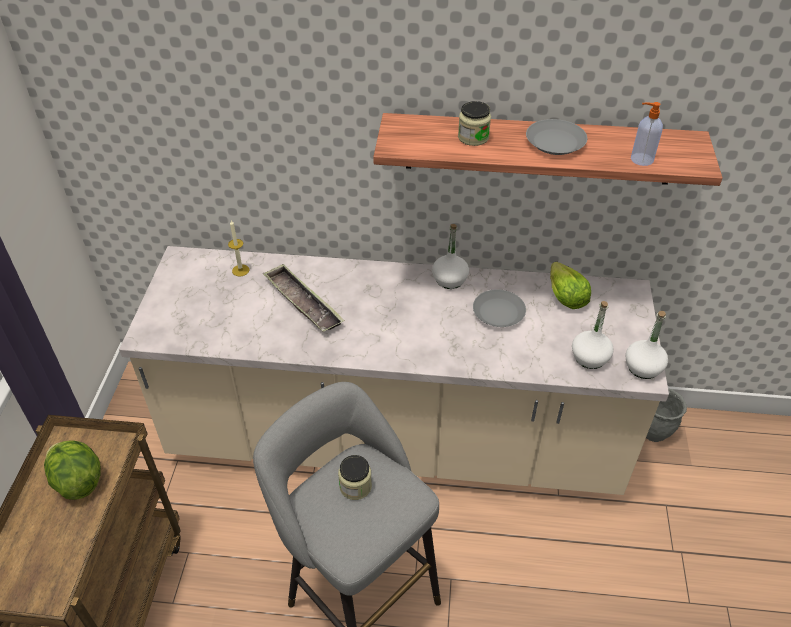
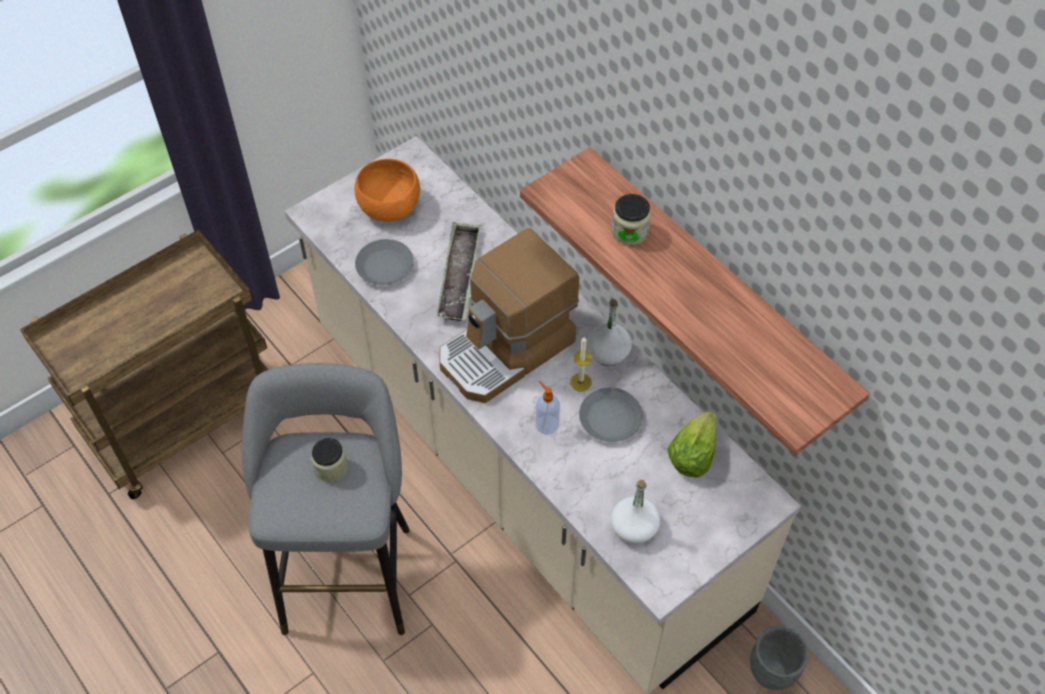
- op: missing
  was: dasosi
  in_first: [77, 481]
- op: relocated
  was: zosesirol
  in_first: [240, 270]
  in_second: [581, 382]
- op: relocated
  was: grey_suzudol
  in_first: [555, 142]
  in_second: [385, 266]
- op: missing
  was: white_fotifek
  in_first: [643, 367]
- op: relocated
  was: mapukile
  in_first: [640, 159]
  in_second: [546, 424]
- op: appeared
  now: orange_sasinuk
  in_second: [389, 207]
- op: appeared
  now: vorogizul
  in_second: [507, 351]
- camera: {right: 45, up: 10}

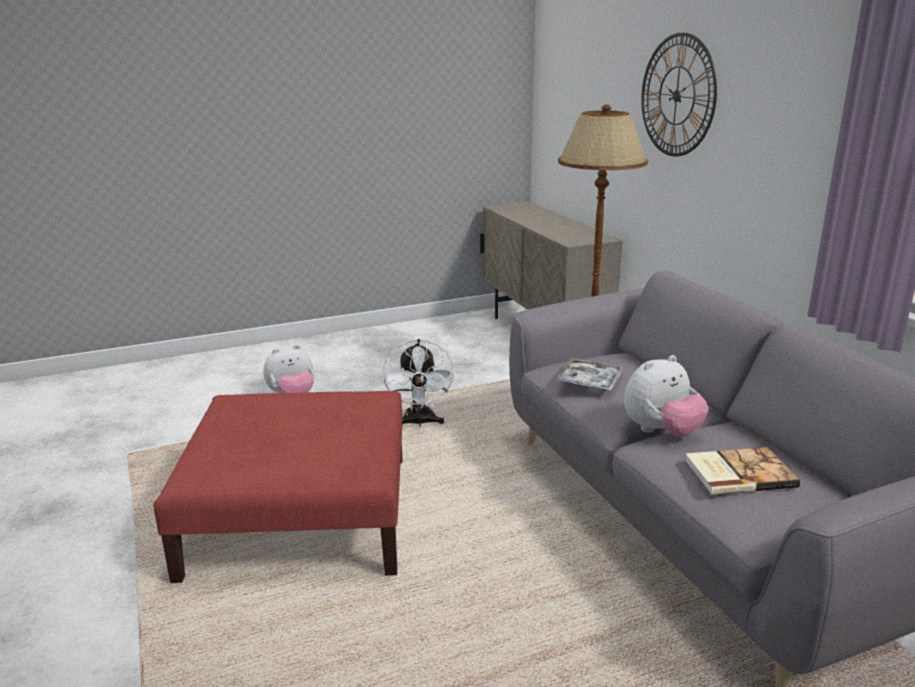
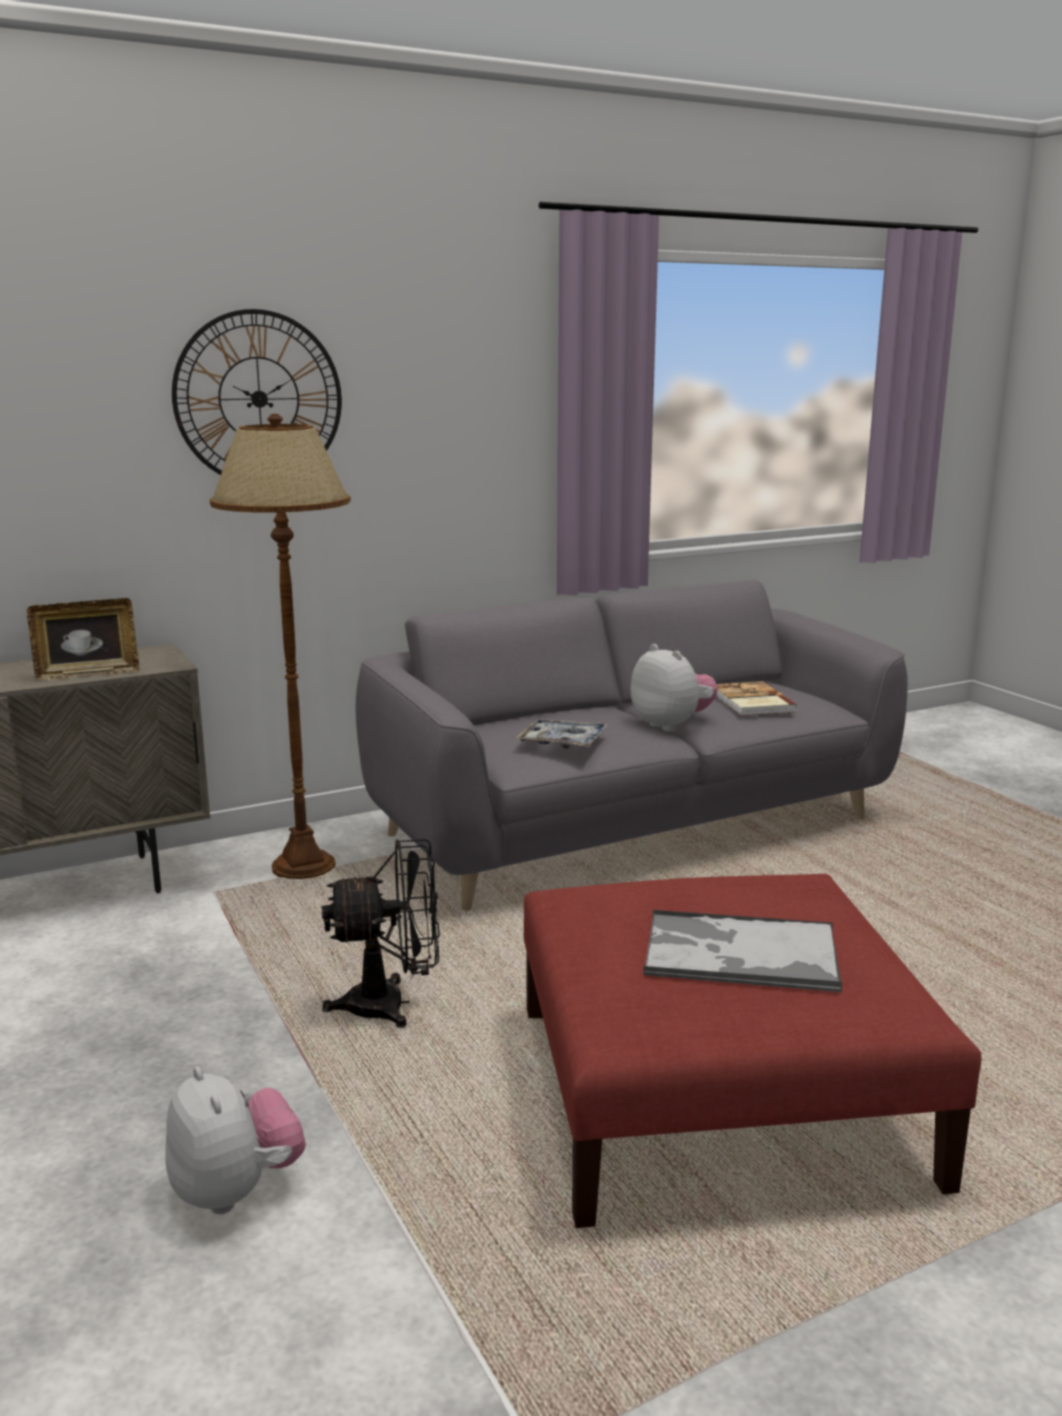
- op: colour
  was: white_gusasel
  now: black_gusasel
  in_first: [419, 423]
  in_second: [392, 1005]
- op: appeared
  now: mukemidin
  in_second: [88, 674]
- op: appeared
  now: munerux
  in_second: [739, 953]
- camera: {right: -95, up: -5}

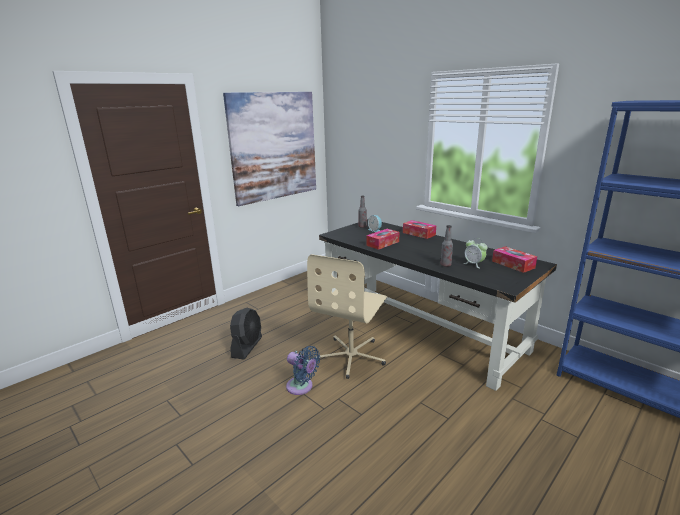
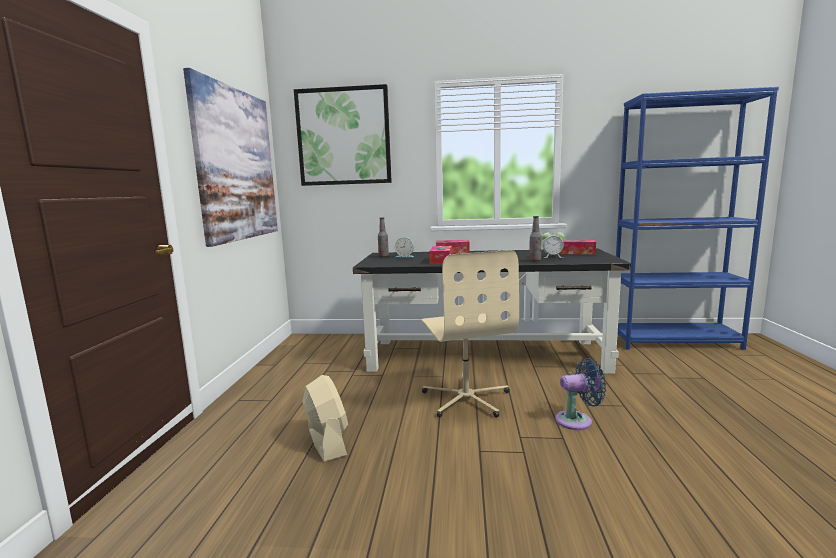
- op: colour
  was: black_gusasel
  now: beige_gusasel
  in_first: [247, 347]
  in_second: [327, 441]
- op: relocated
  was: blue_gusasel
  in_first: [301, 387]
  in_second: [577, 420]
- op: appeared
  now: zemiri
  in_second: [343, 137]
- camera: {right: -40, up: -10}

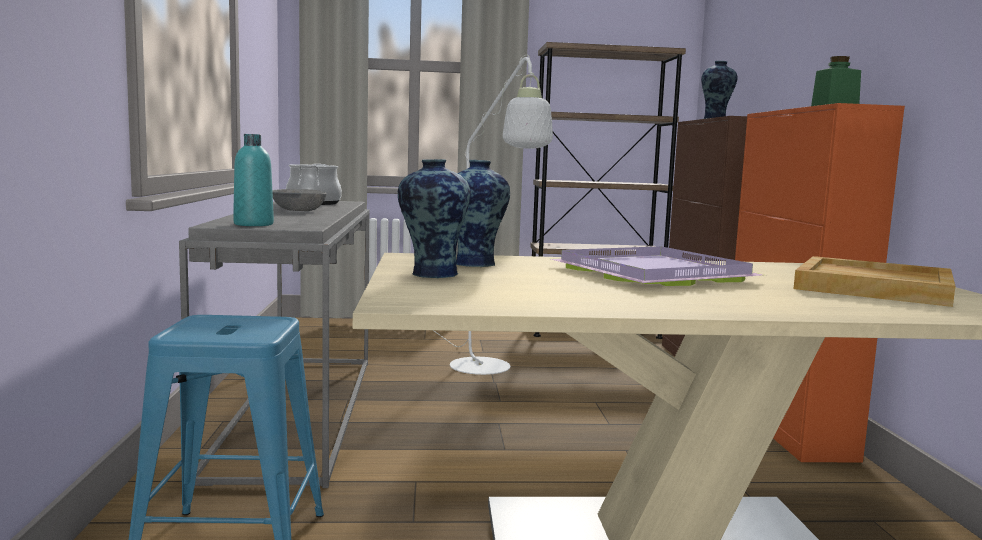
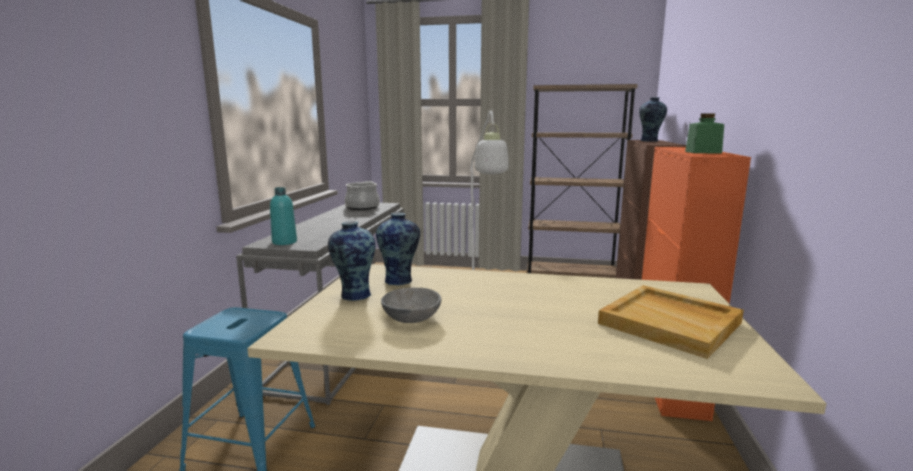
- op: relocated
  was: grey_sasinuk
  in_first: [298, 210]
  in_second: [411, 318]
- op: missing
  was: purple_munerux
  in_first: [657, 274]
- camera: {right: 15, up: 5}

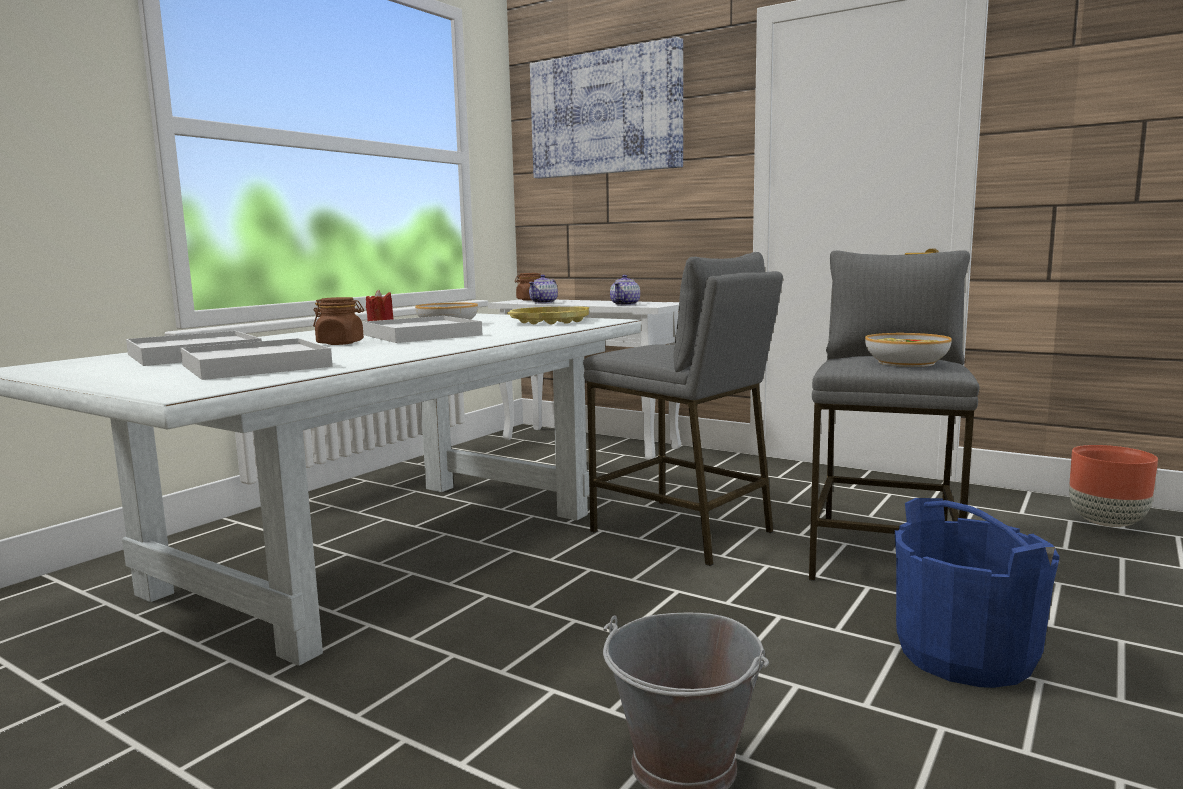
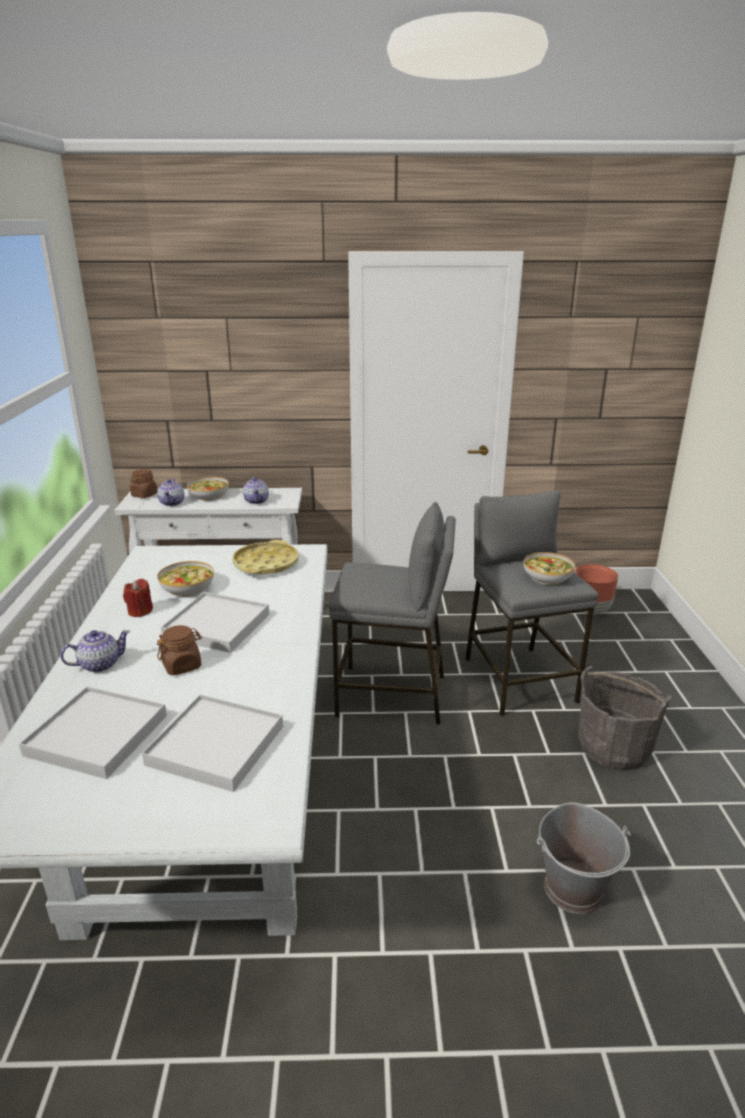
- op: missing
  was: zemiri
  in_first: [606, 114]
- op: colour
  was: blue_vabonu
  now: grey_vabonu
  in_first: [965, 655]
  in_second: [613, 747]
- op: appeared
  now: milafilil
  in_second: [99, 664]
- op: appeared
  now: sasinuk
  in_second: [208, 495]
- camera: {right: -35, up: 15}

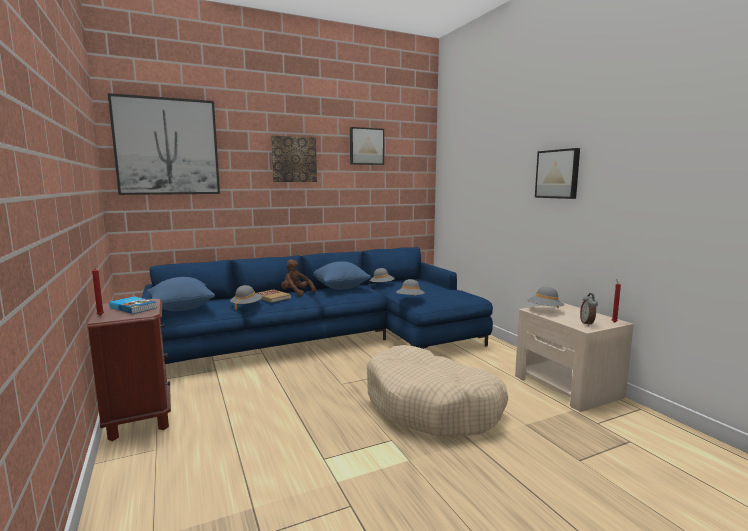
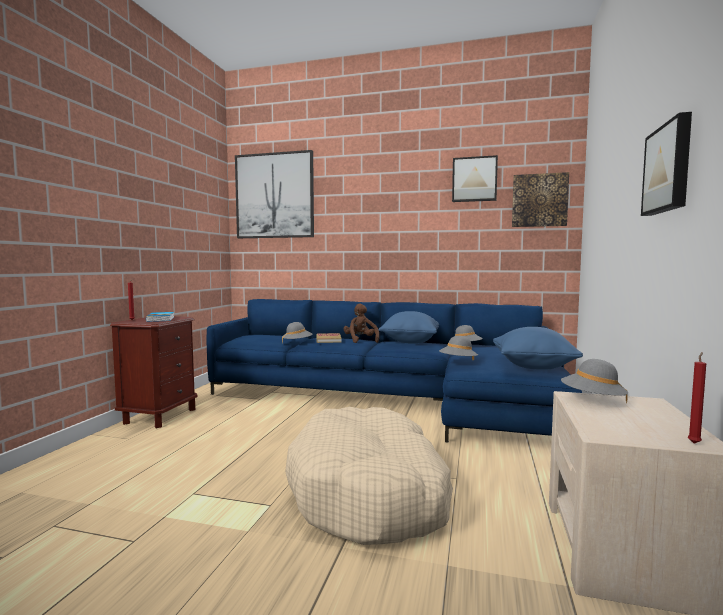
- op: relocated
  was: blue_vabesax
  in_first: [181, 308]
  in_second: [533, 366]
- op: relocated
  was: zemiri
  in_first: [294, 159]
  in_second: [539, 200]
- op: missing
  was: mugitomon
  in_first: [587, 323]
- camera: {right: 40, up: -5}

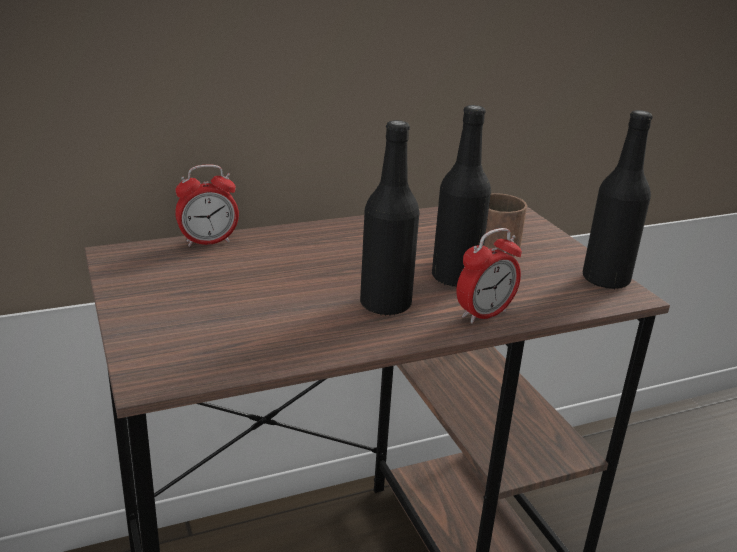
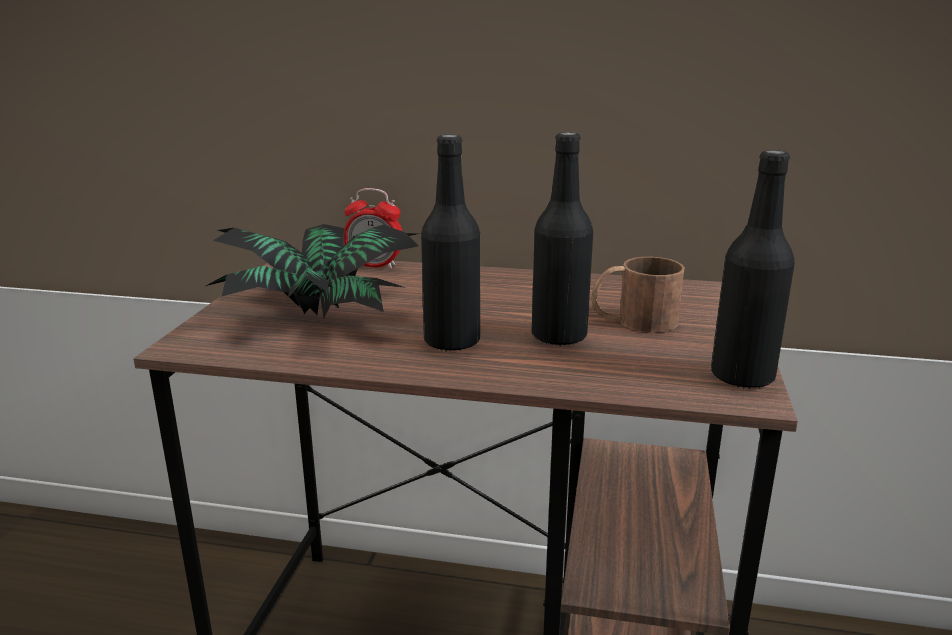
- op: missing
  was: mugitomon
  in_first: [484, 314]
- op: appeared
  now: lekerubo
  in_second: [323, 311]
- camera: {right: 35, up: -5}

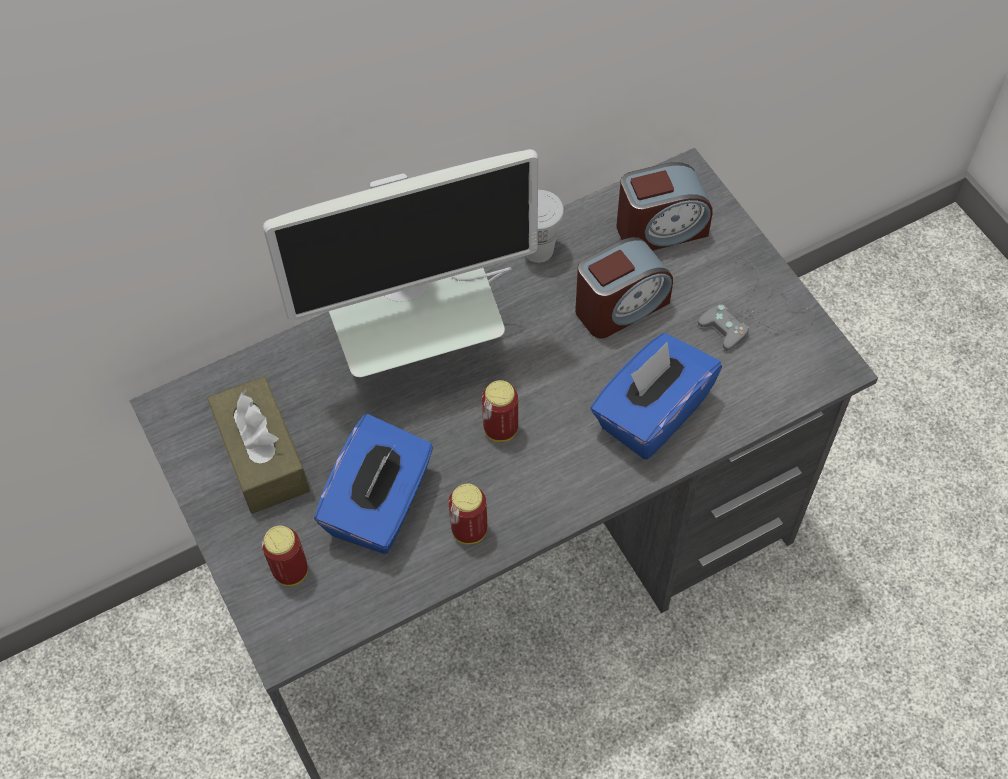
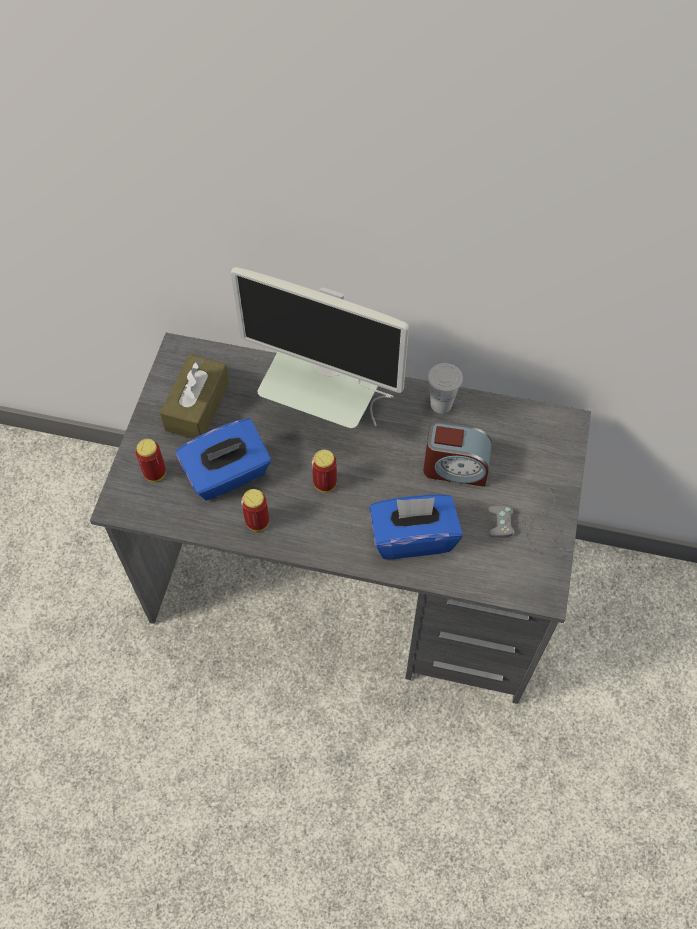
- op: missing
  was: mugitomon
  in_first: [661, 229]
- camera: {right: 40, up: 0}

